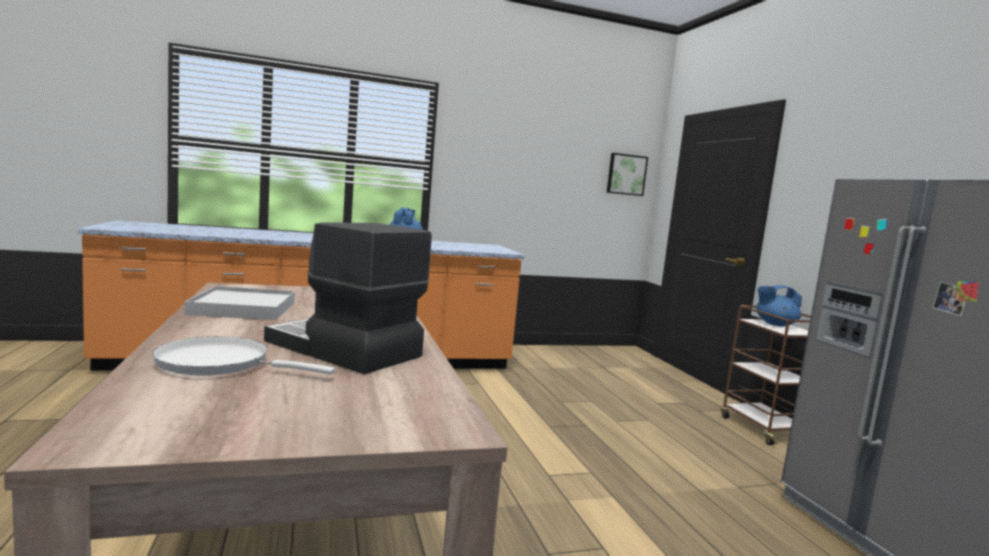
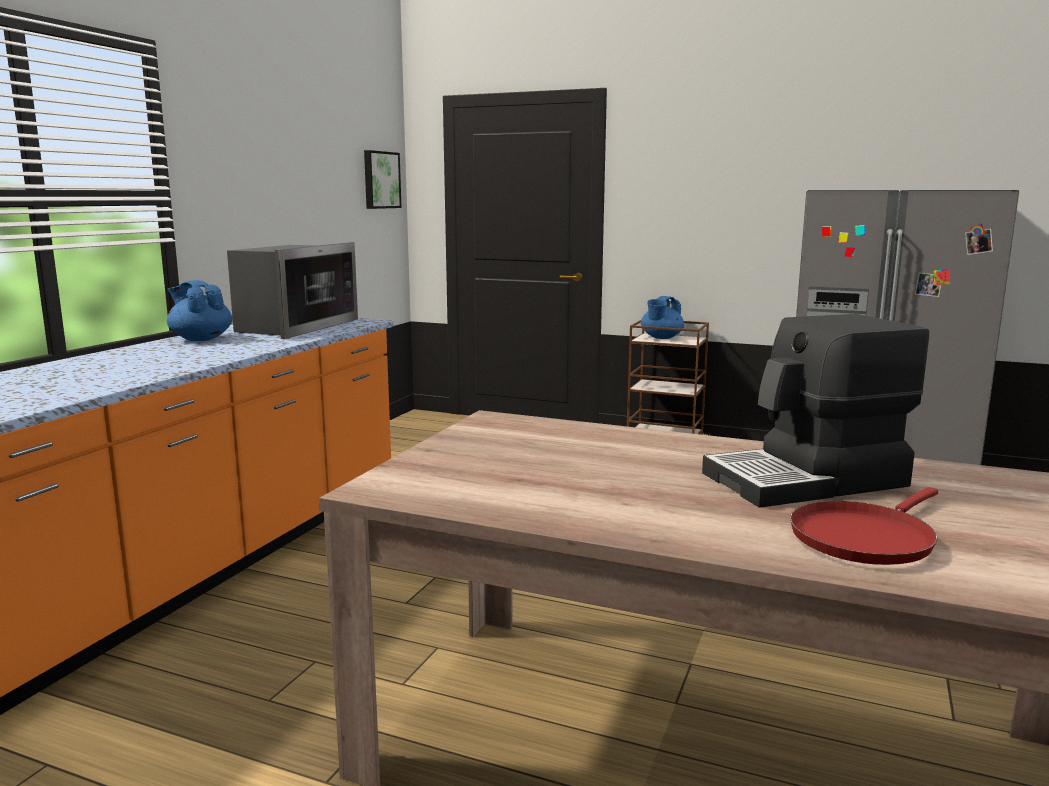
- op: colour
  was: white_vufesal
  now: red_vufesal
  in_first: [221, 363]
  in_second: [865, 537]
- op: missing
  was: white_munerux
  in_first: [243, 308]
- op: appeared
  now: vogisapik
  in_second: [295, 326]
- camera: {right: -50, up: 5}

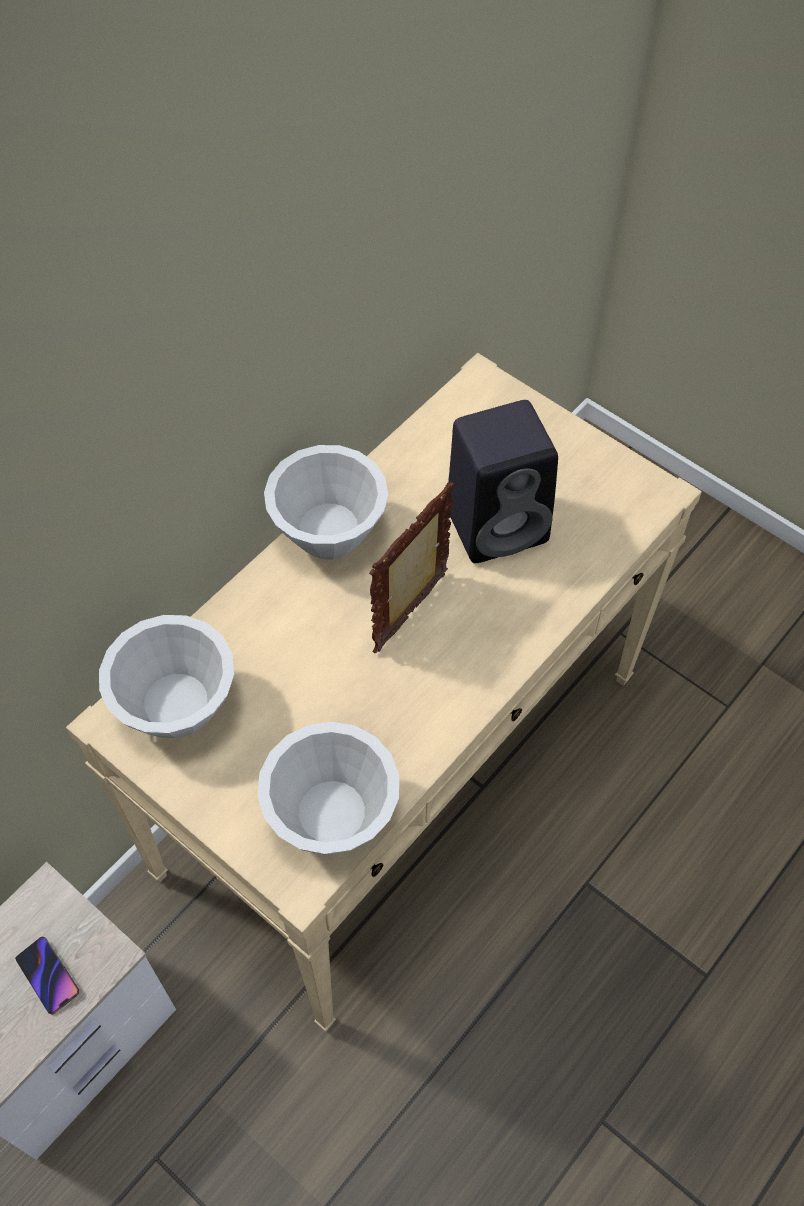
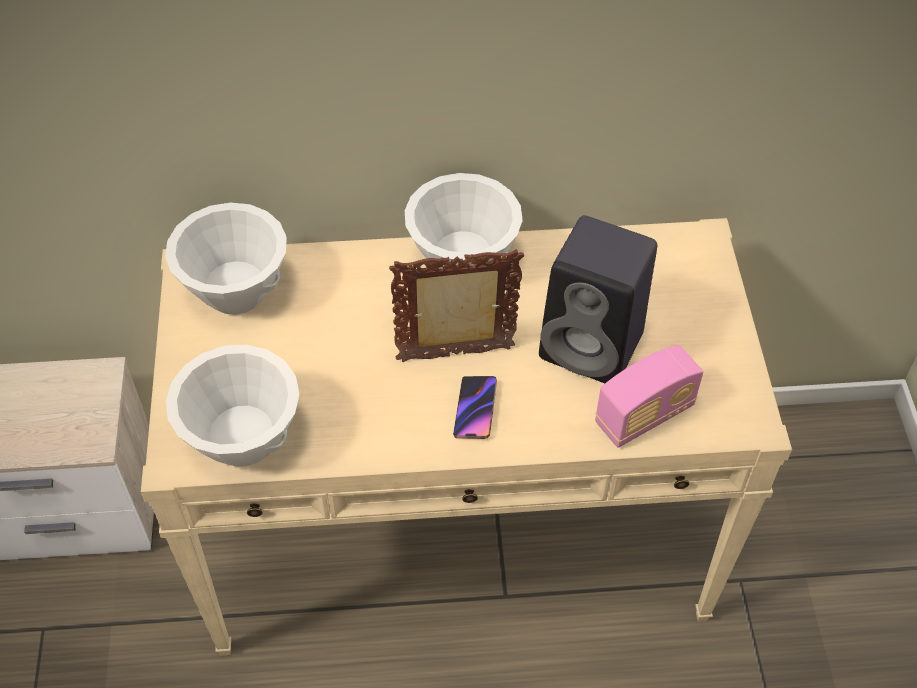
- op: relocated
  was: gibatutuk
  in_first: [48, 976]
  in_second: [475, 409]
- op: appeared
  now: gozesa
  in_second: [644, 415]
- camera: {right: 45, up: -5}

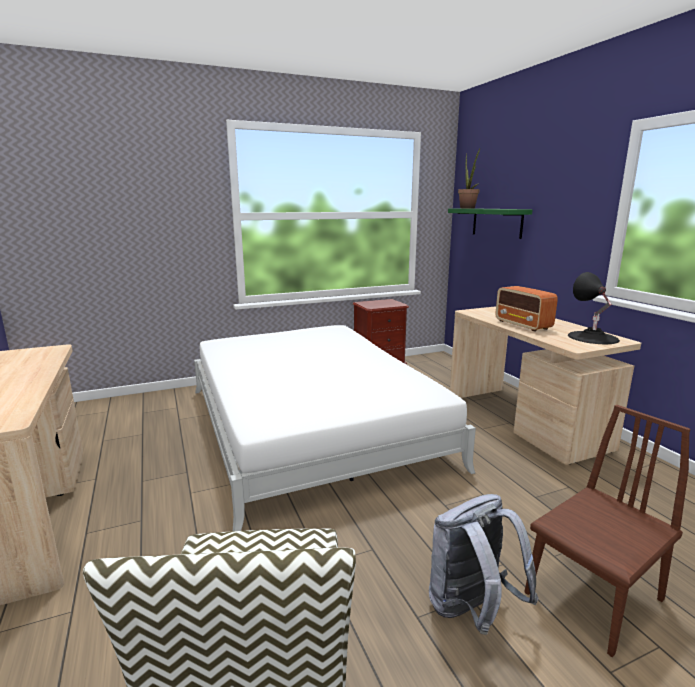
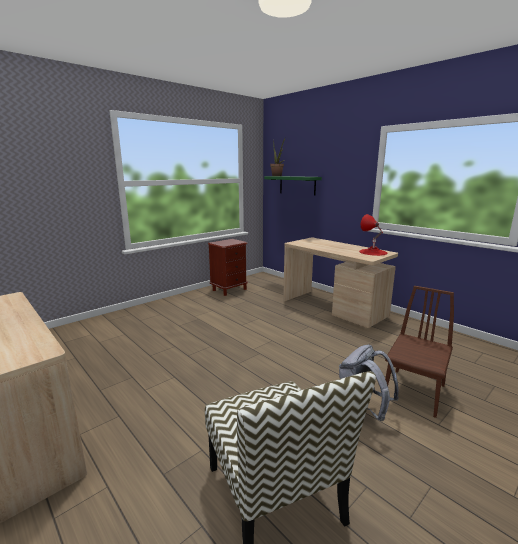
- op: missing
  was: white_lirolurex
  in_first: [310, 425]
- op: missing
  was: gozesa
  in_first: [523, 325]
- op: colour
  was: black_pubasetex
  now: red_pubasetex
  in_first: [592, 337]
  in_second: [373, 252]
- camera: {right: -20, up: 0}

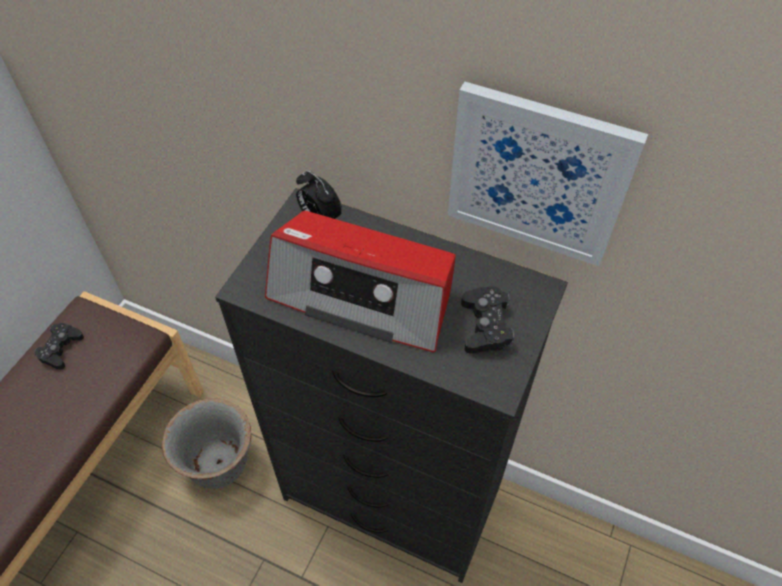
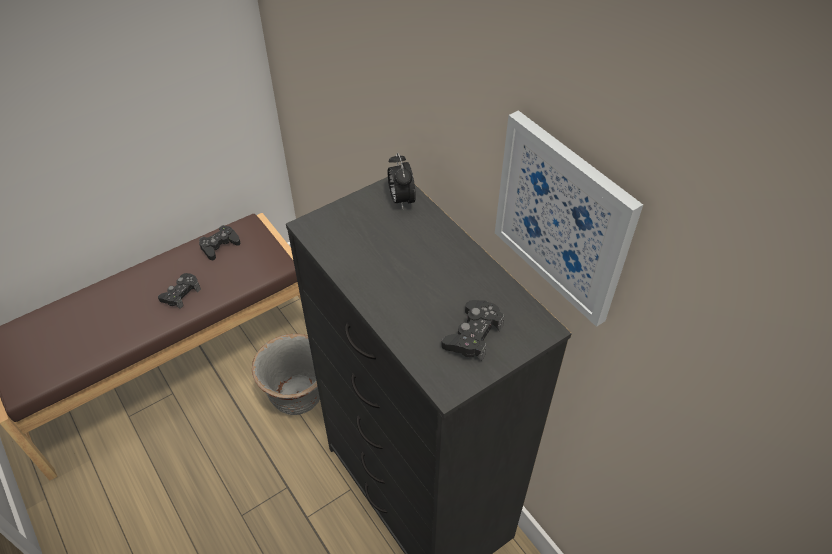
- op: missing
  was: gozesa
  in_first: [363, 294]
- op: appeared
  now: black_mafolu
  in_second: [181, 294]
- camera: {right: 30, up: -5}

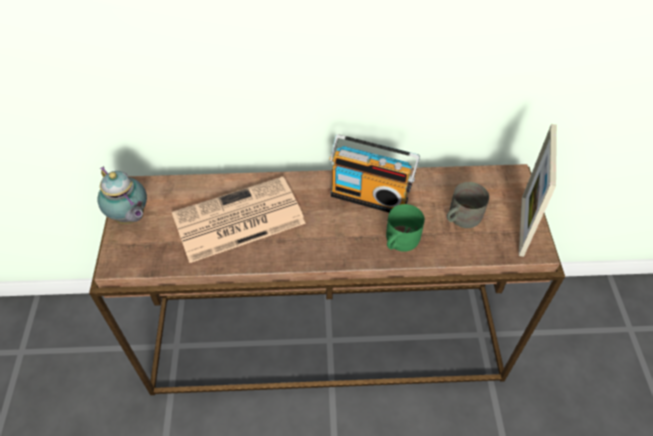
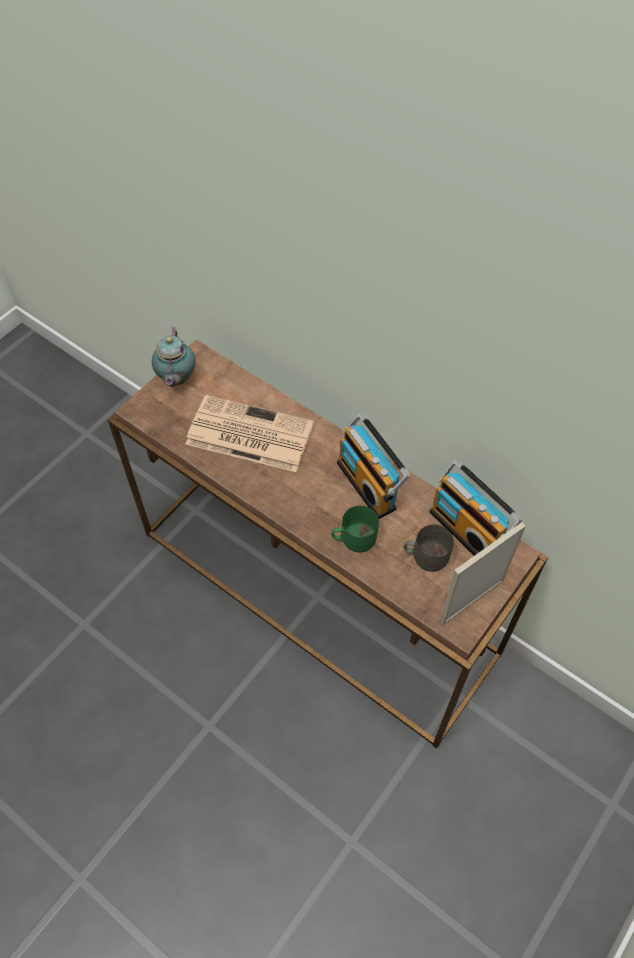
- op: appeared
  now: gozesa
  in_second: [468, 530]
- camera: {right: 40, up: 5}

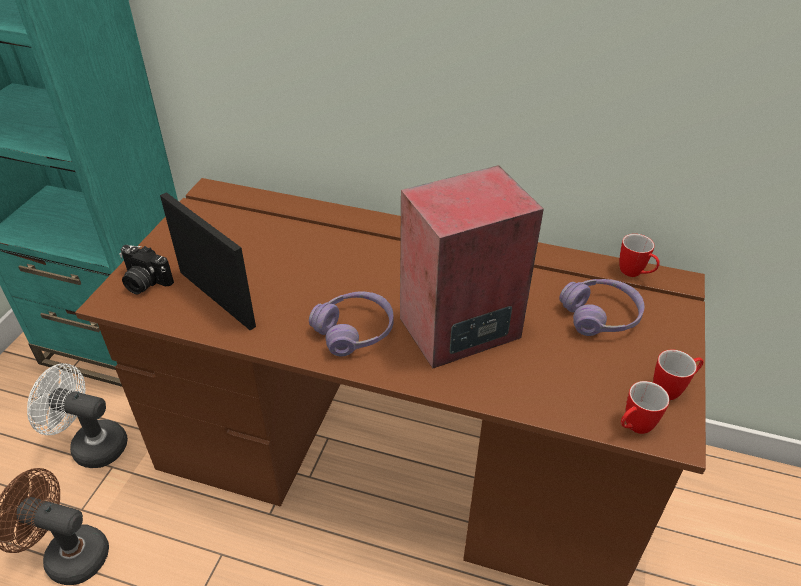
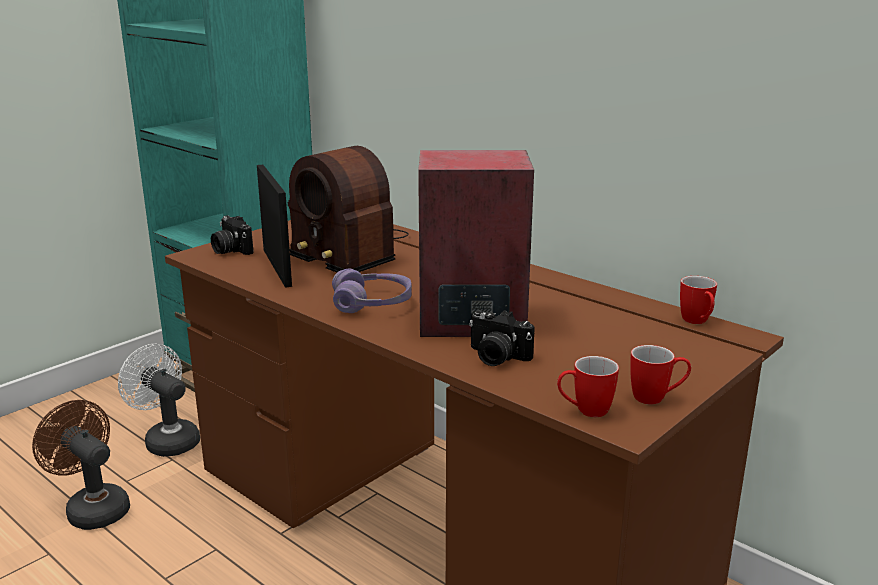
- op: missing
  was: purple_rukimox
  in_first: [600, 316]
- op: appeared
  now: gozesa
  in_second: [348, 251]
- op: appeared
  now: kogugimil
  in_second: [496, 357]
- camera: {right: 25, up: -20}

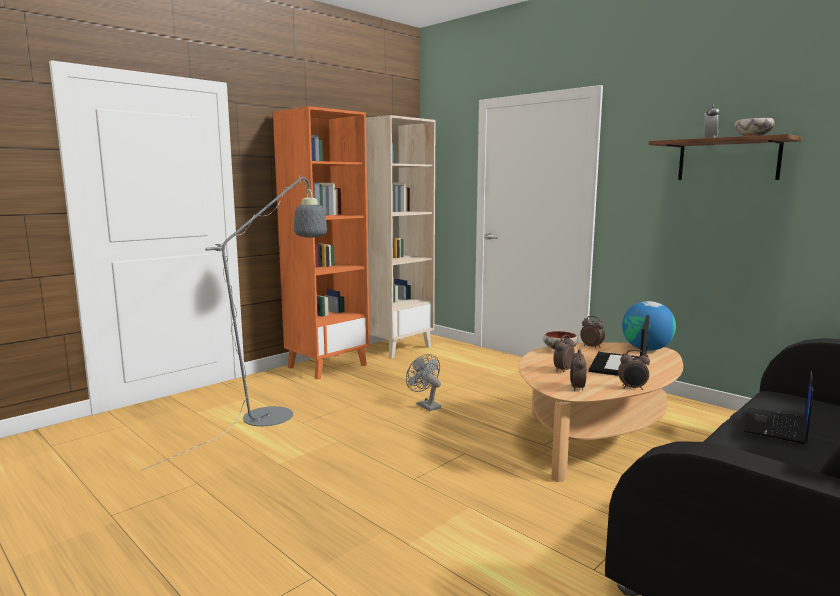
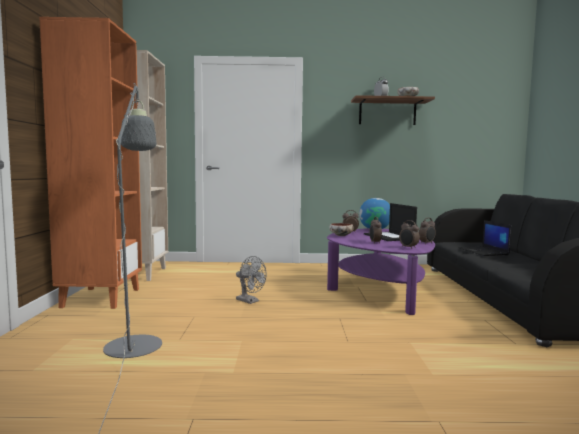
- op: spun
  was: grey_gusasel
  in_first: [425, 405]
  in_second: [250, 301]
  clockwise: -150
- op: colour
  was: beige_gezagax
  now: purple_gezagax
  in_first: [595, 437]
  in_second: [379, 290]
- camera: {right: -45, up: -5}

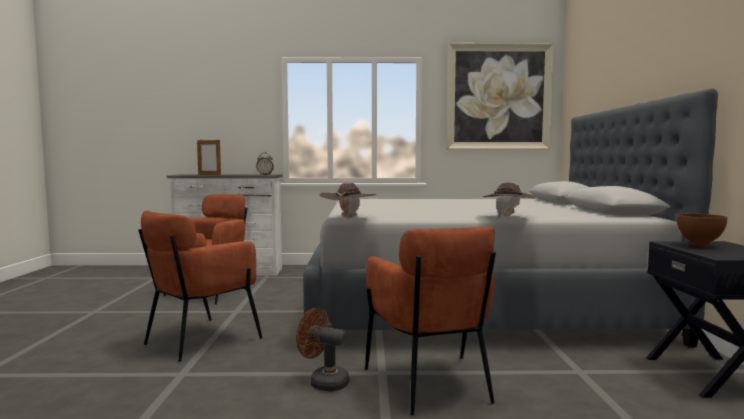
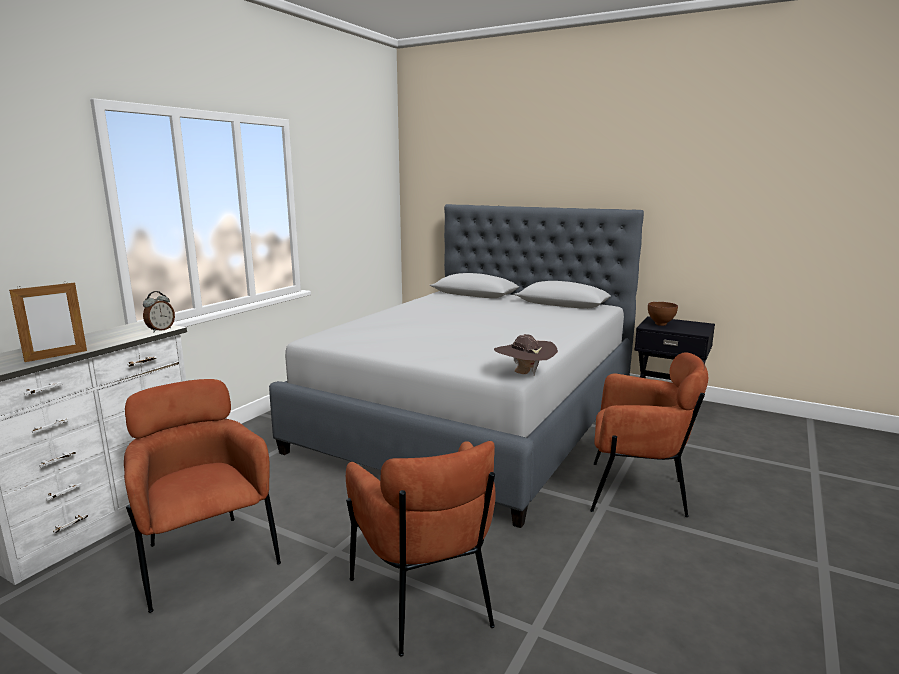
- op: missing
  was: brown_gusasel
  in_first: [323, 382]
- op: missing
  was: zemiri
  in_first: [498, 97]
- op: missing
  was: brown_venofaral
  in_first: [507, 217]
- camera: {right: -60, up: 10}

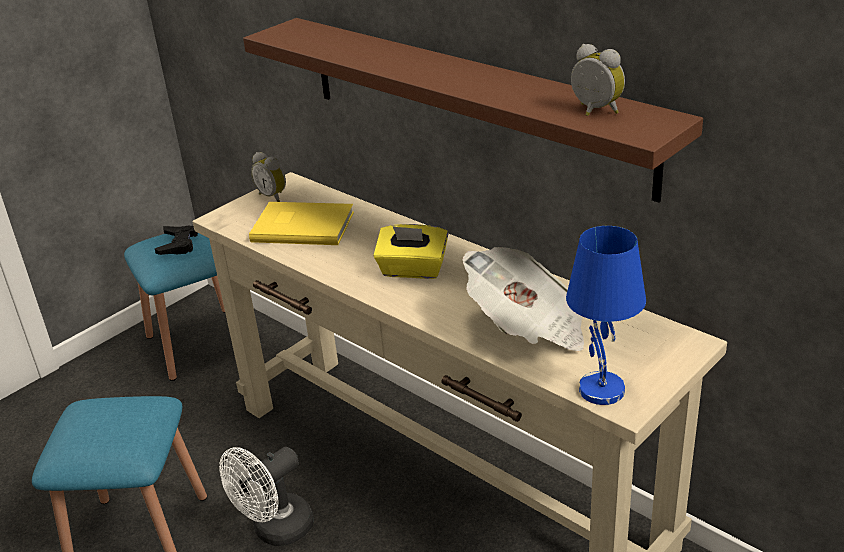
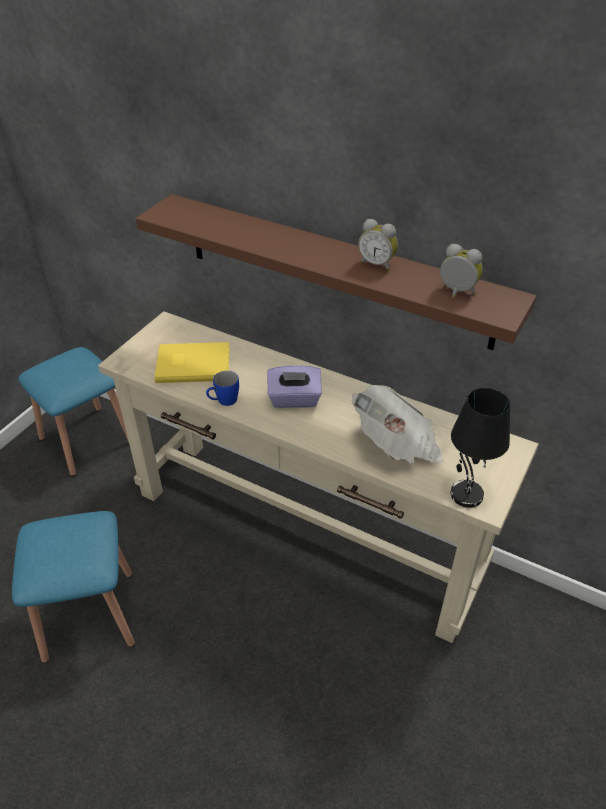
- op: missing
  was: black_mafolu
  in_first: [178, 244]
- op: missing
  was: white_gusasel
  in_first: [275, 530]
- op: relocated
  was: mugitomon
  in_first: [273, 196]
  in_second: [377, 264]
- op: colour
  was: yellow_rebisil
  now: purple_rebisil
  in_first: [412, 270]
  in_second: [294, 400]
- op: colour
  was: blue_pubasetex
  now: black_pubasetex
  in_first: [600, 389]
  in_second: [465, 494]
- op: appeared
  now: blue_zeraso
  in_second: [223, 401]
- camera: {right: -15, up: 10}

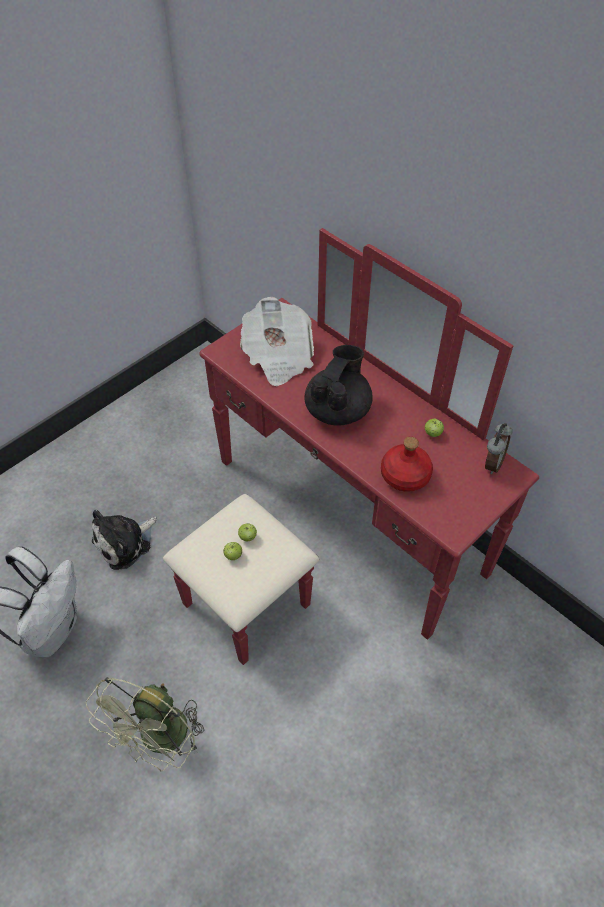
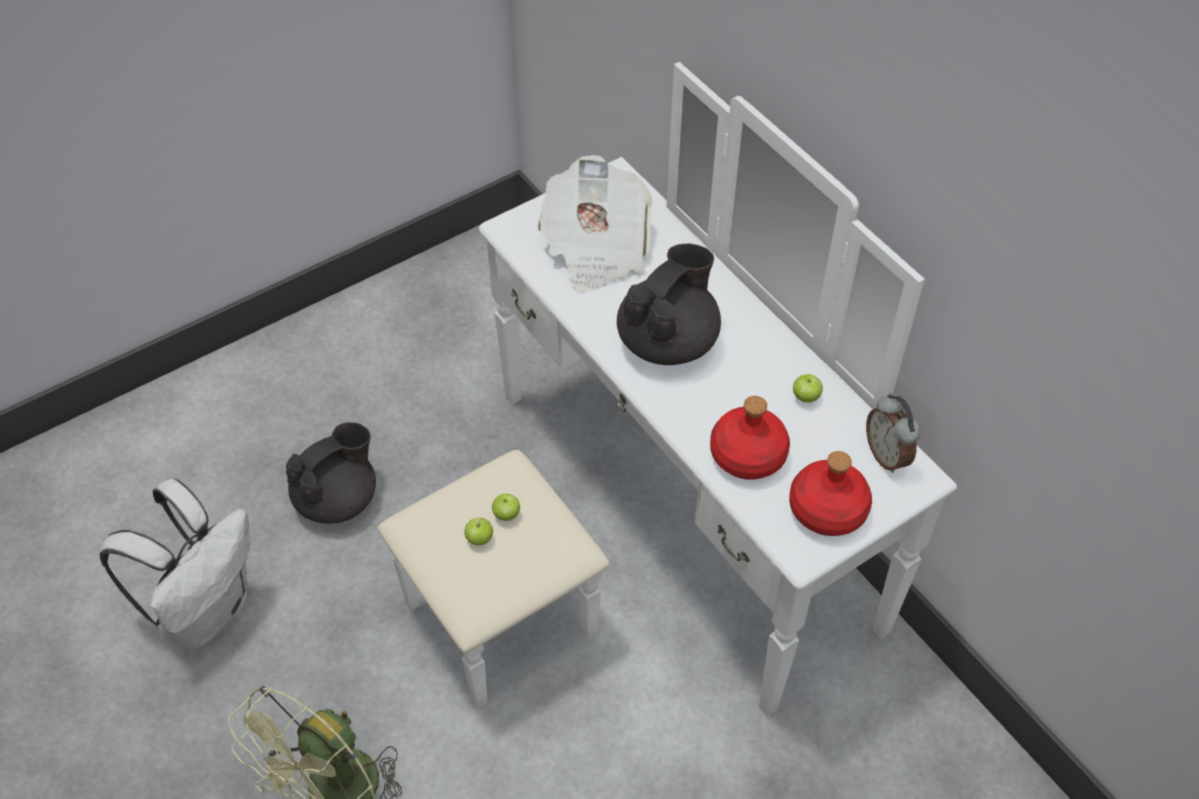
- op: exchanged
  was: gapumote
  now: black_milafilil
  in_first: [125, 542]
  in_second: [338, 499]
- op: colour
  was: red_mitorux
  now: white_mitorux
  in_first: [327, 535]
  in_second: [646, 534]
- op: spun
  was: mugitomon
  in_first: [492, 463]
  in_second: [887, 455]
  clockwise: 120
- op: appeared
  now: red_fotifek
  in_second: [828, 510]
- camera: {right: 10, up: 0}

